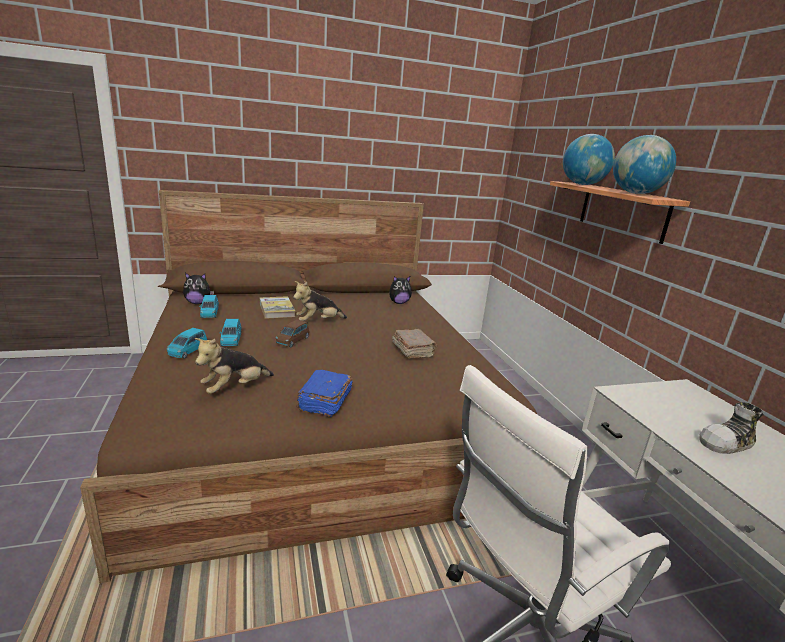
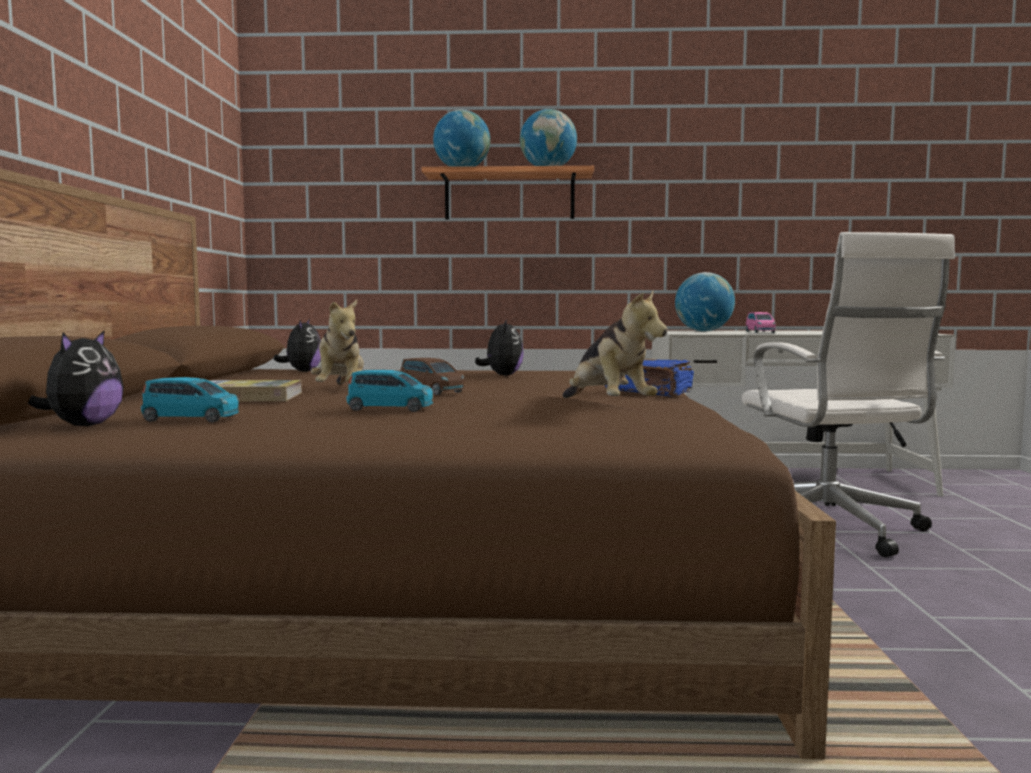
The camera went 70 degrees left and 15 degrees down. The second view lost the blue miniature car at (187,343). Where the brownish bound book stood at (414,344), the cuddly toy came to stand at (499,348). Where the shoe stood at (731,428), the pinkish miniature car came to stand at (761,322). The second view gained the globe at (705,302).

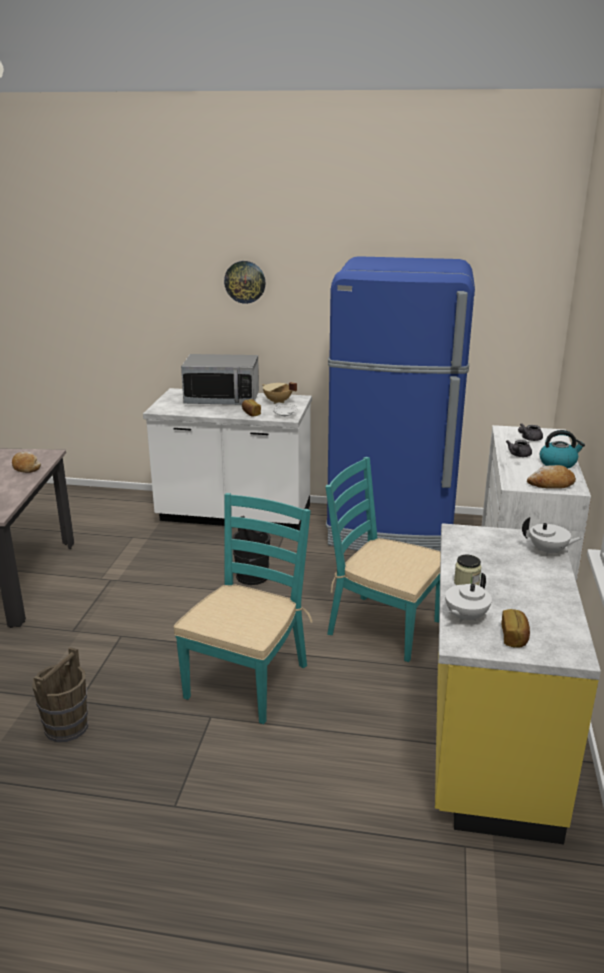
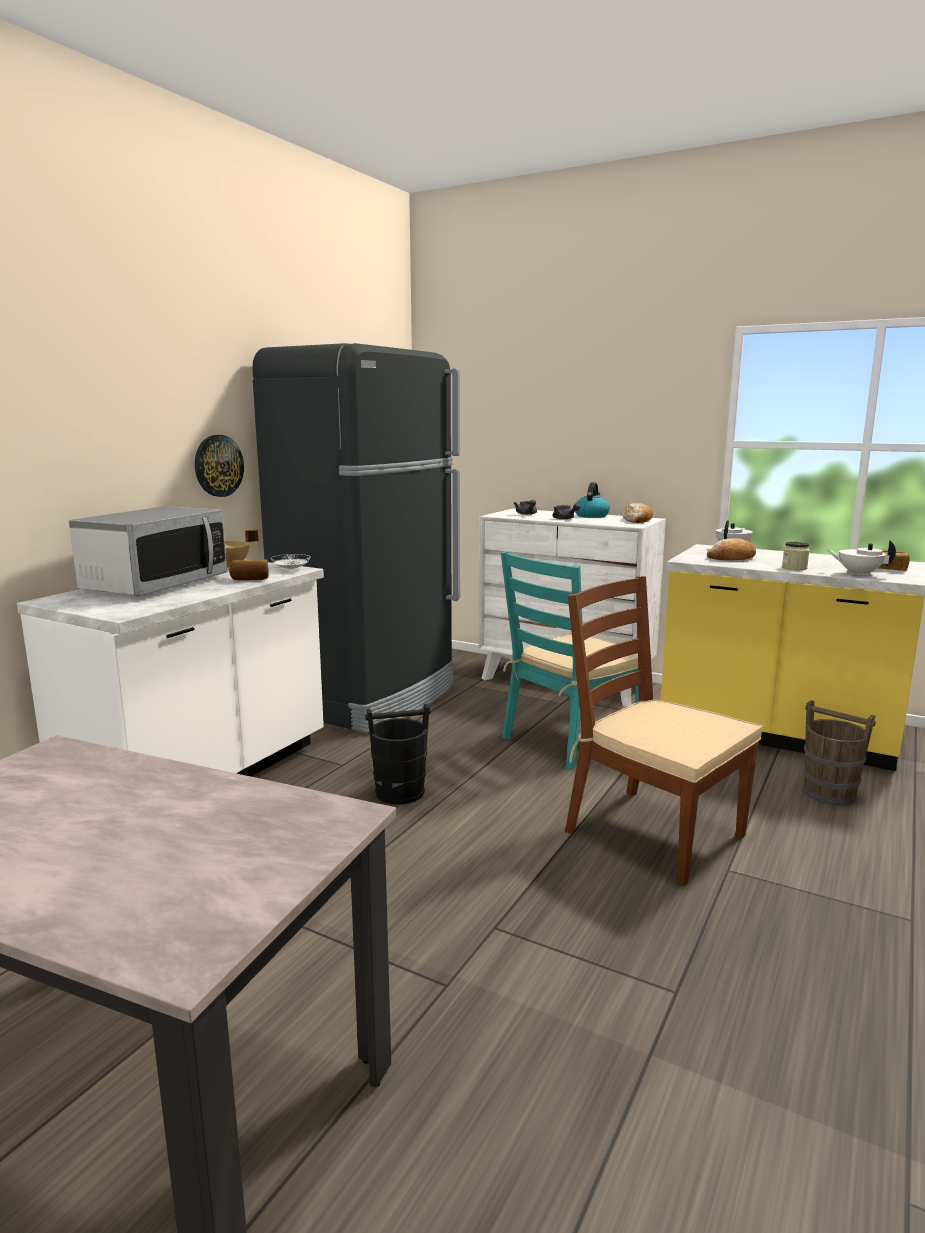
The camera went 70 degrees left and 10 degrees down. The bread ended up elsewhere, having gone from (26,462) to (731,549). The brownish pail ended up elsewhere, having gone from (60,694) to (839,753). What was the turquoise-coloured chair at (243,608) turned into the brownish chair at (664,731). The wall clock ended up elsewhere, having gone from (245,282) to (219,466). What was the blue refrigerator at (400,403) turned into the black refrigerator at (356,538). The white teapot at (468,597) ended up facing another way, 150 degrees clockwise from before.

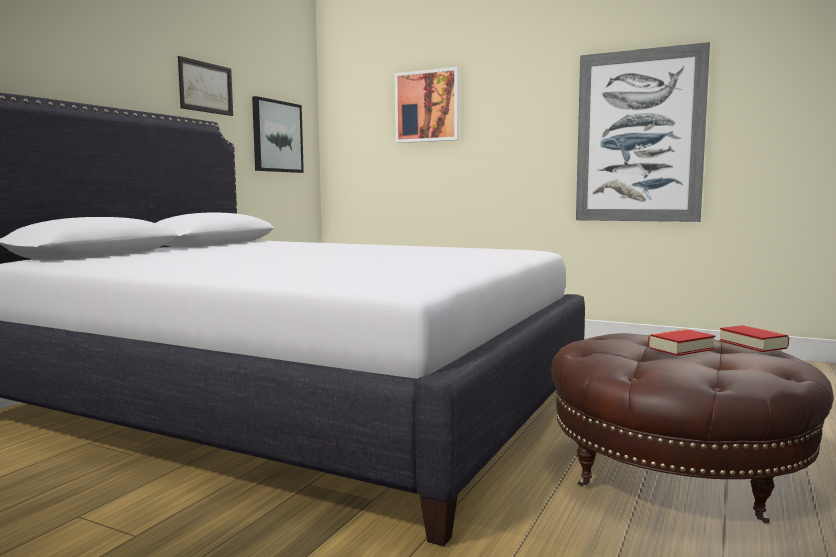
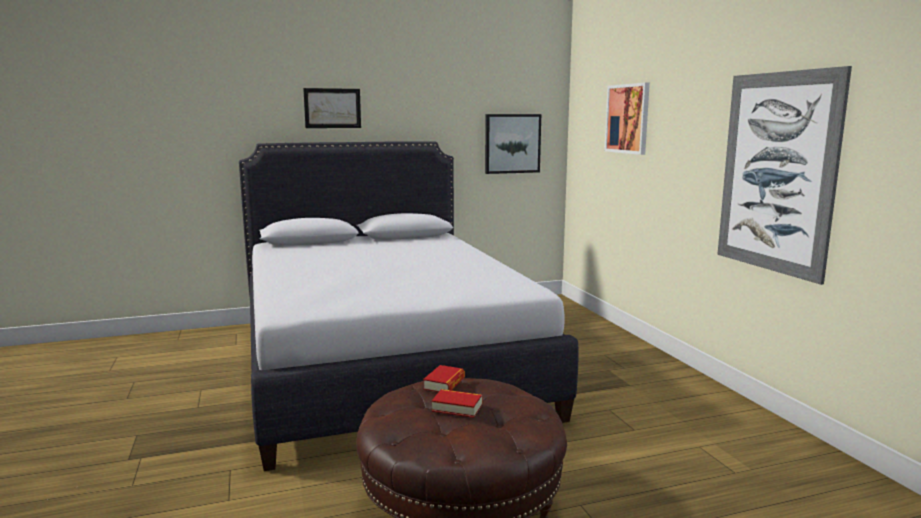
The camera went 45 degrees right and 5 degrees up. The wall art ended up elsewhere, having gone from (205,86) to (332,108). The bound book ended up elsewhere, having gone from (754,338) to (444,378).

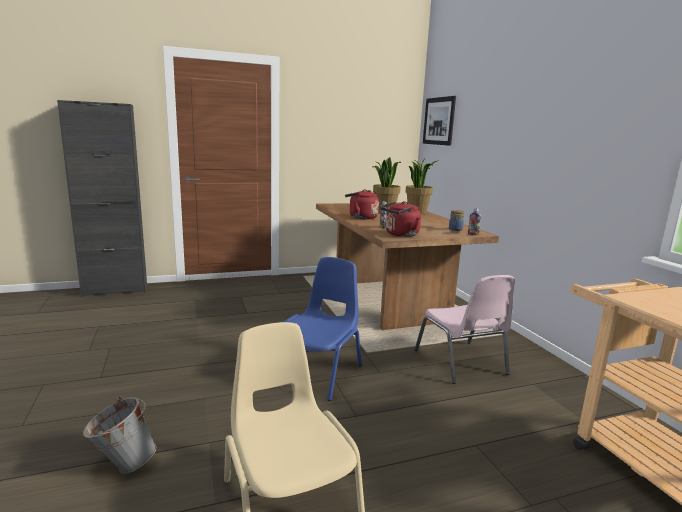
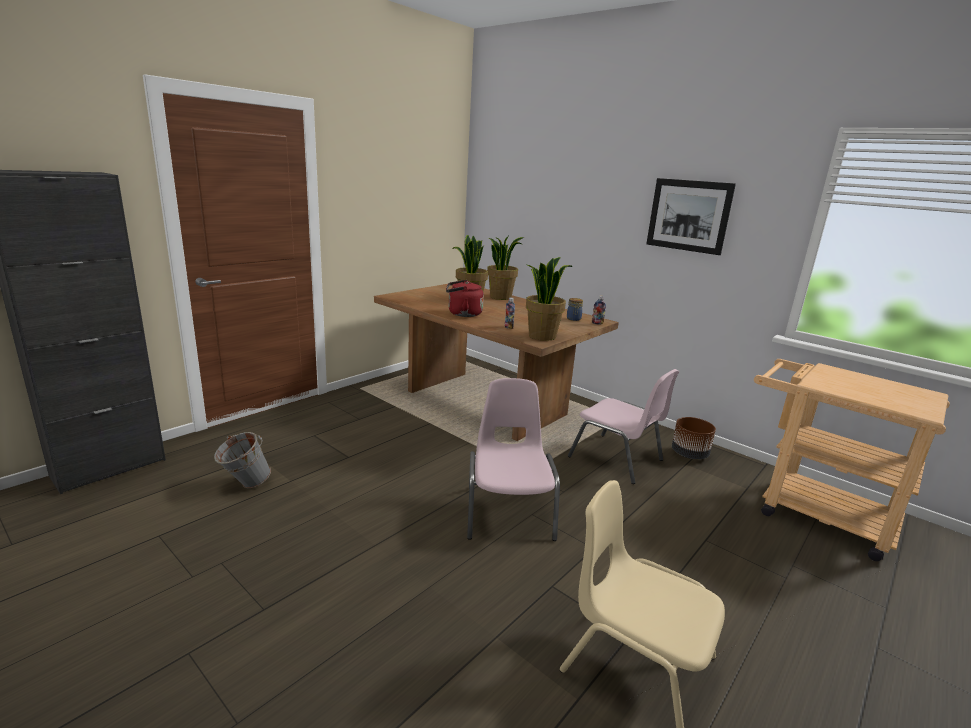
The camera went 30 degrees left and 5 degrees up. The gray pail ended up elsewhere, having gone from (119,435) to (242,460). What was the blue chair at (322,329) turned into the pinkish chair at (513,459). Where the red-coloured tea kettle stood at (400,219), the houseplant came to stand at (549,299). The wall art ended up elsewhere, having gone from (439,121) to (691,216). The second view gained the brownish plant pot at (694,438).

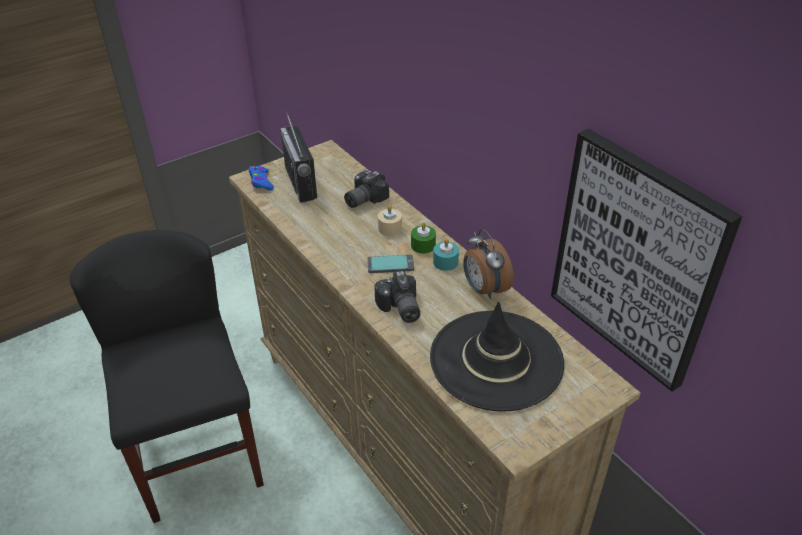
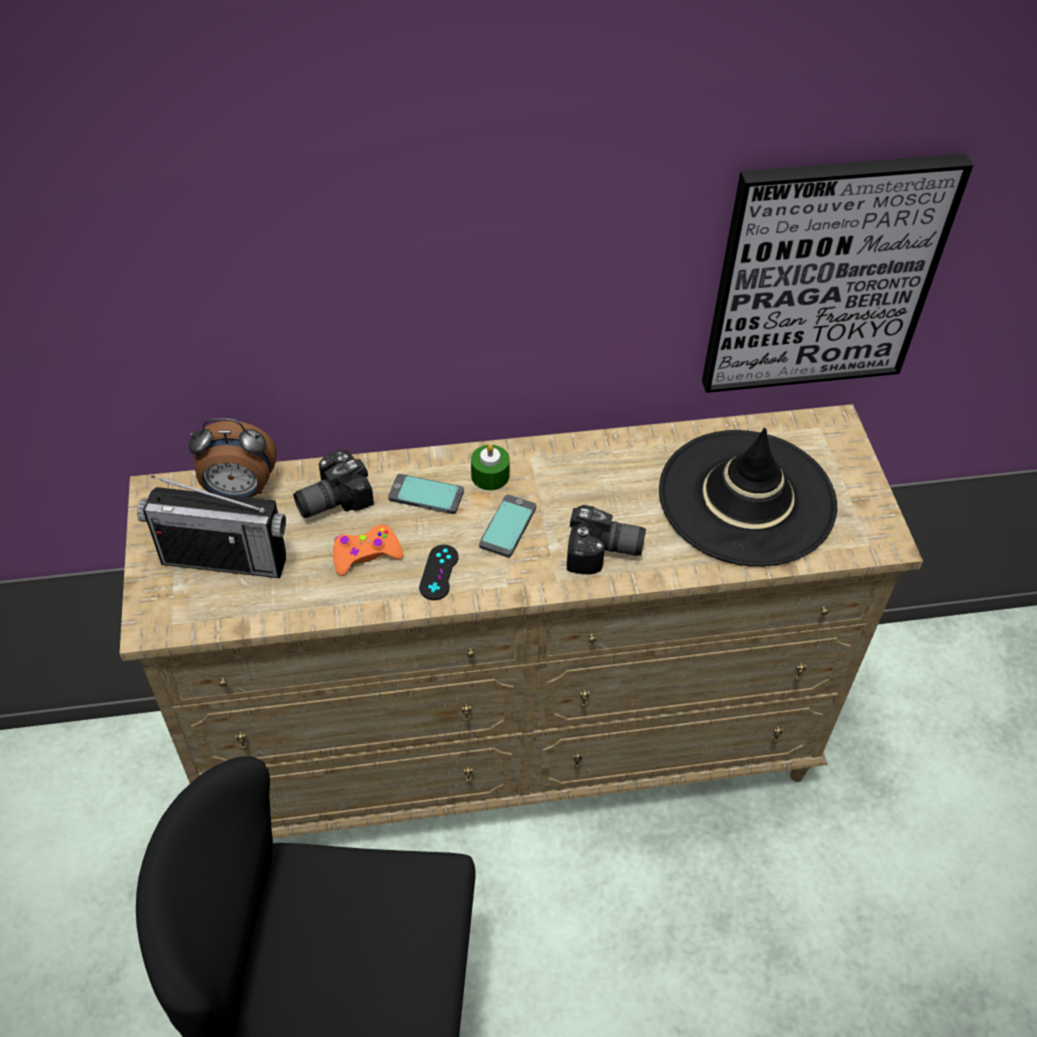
The camera went 65 degrees left and 10 degrees up. The second view lost the blue joypad at (261,178). The still camera at (366,189) ended up facing another way, 75 degrees clockwise from before. Where the sand-coloured candle stood at (390,220), the telephone came to stand at (426,494). The second view lost the turquoise-coloured candle at (446,255). The alarm clock ended up elsewhere, having gone from (488,264) to (232,458). The second view gained the orangey joypad at (368,550). The second view gained the black joypad at (439,572).

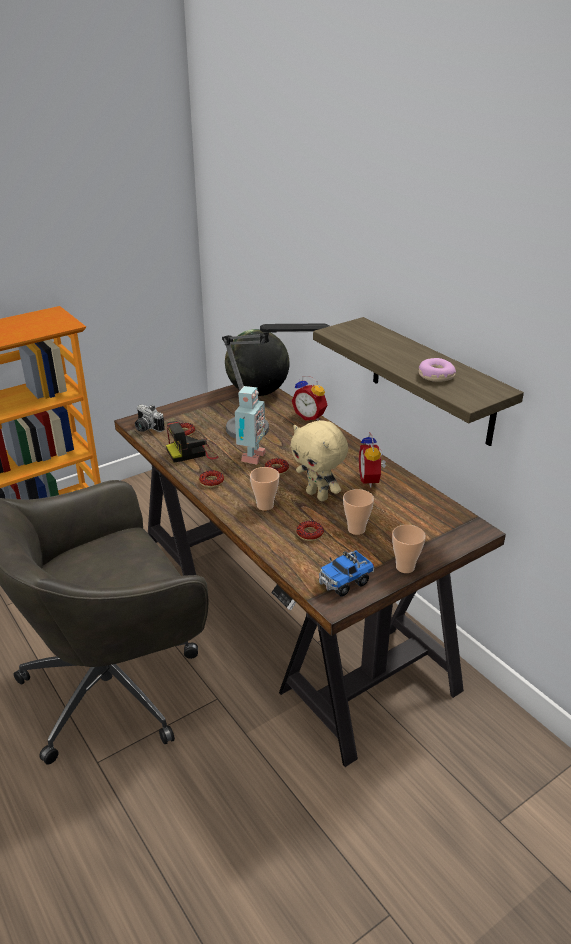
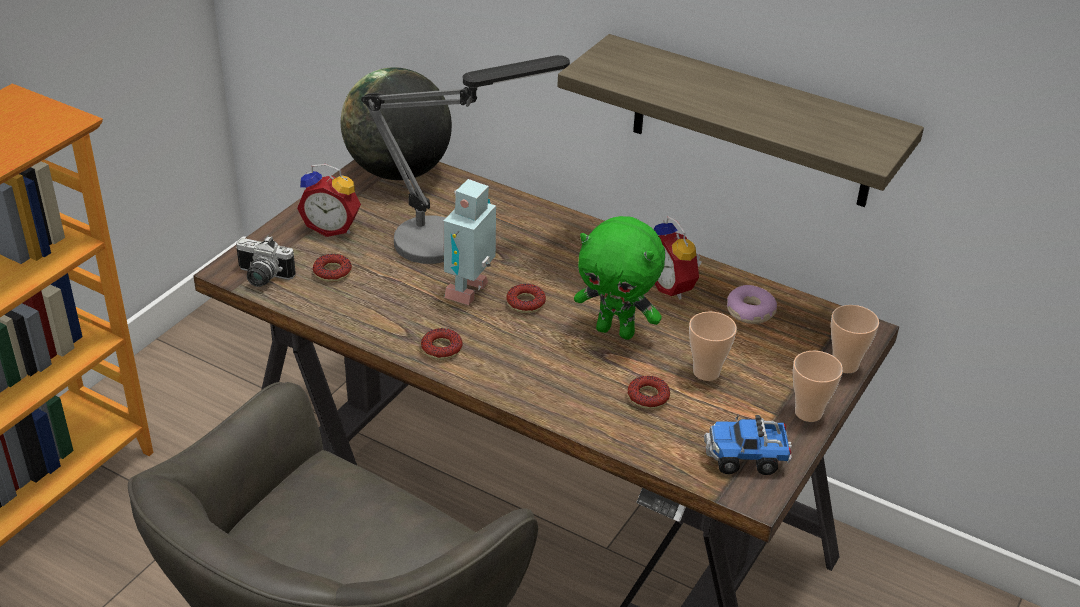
The camera went 25 degrees left and 5 degrees up. The second view lost the still camera at (192,442). The toy robot at (250,425) ended up facing another way, 150 degrees counterclockwise from before. The small cup ended up elsewhere, having gone from (264,489) to (855,339). What was the sand-coloured cuddly toy at (319,460) turned into the greenish cuddly toy at (619,278). The alarm clock ended up elsewhere, having gone from (309,398) to (329,200). The toy truck at (346,573) ended up facing another way, 60 degrees clockwise from before. The ring doughnut ended up elsewhere, having gone from (437,370) to (752,304).

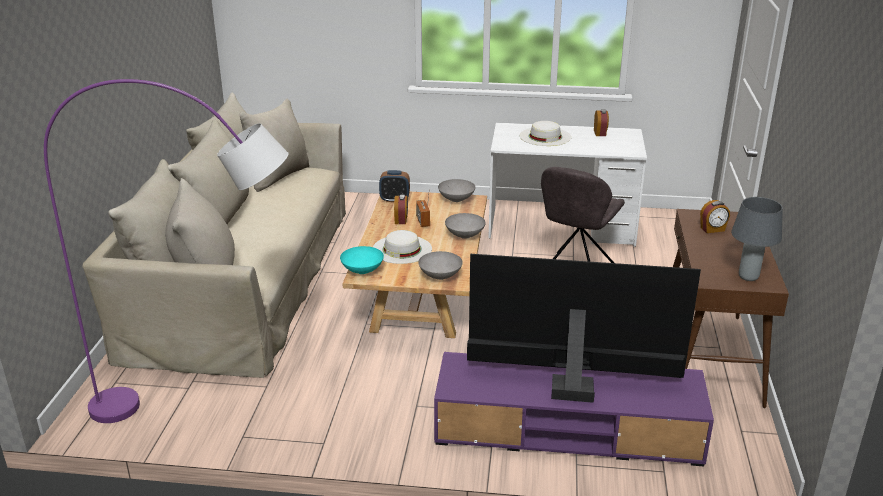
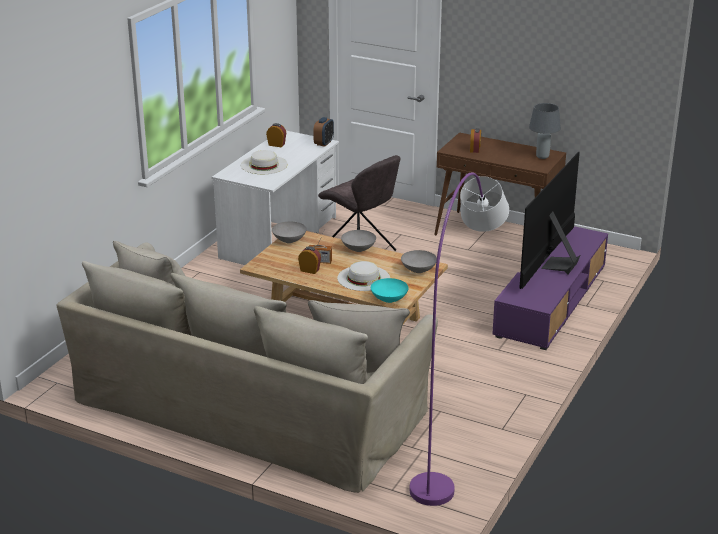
The camera went 70 degrees left and 0 degrees up. The alarm clock ended up elsewhere, having gone from (394,186) to (323,132).

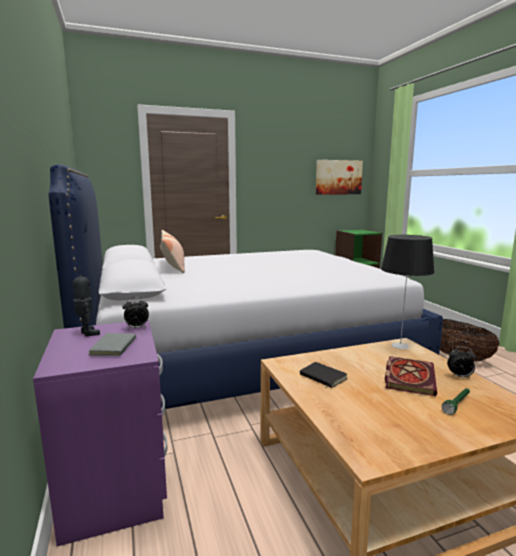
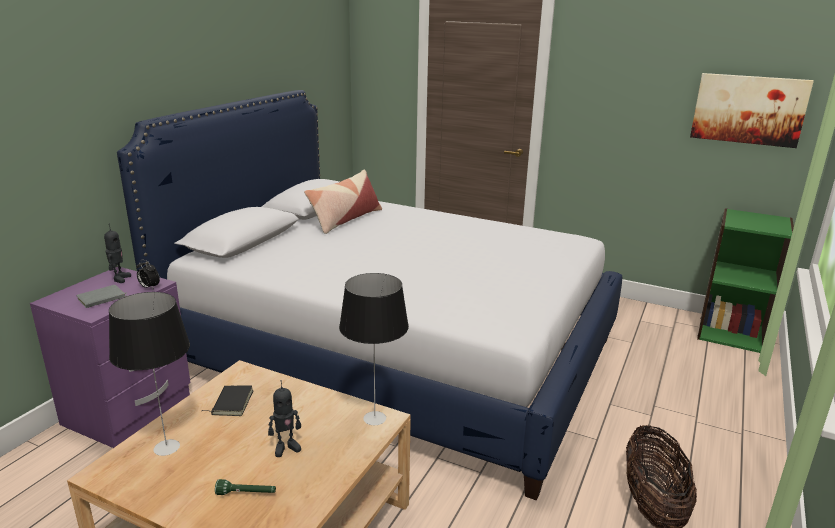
The camera went 45 degrees right and 10 degrees up. Where the bound book stood at (411,376), the toy robot came to stand at (284,418). The second view lost the alarm clock at (461,362). The second view gained the lamp for a table at (149,374).

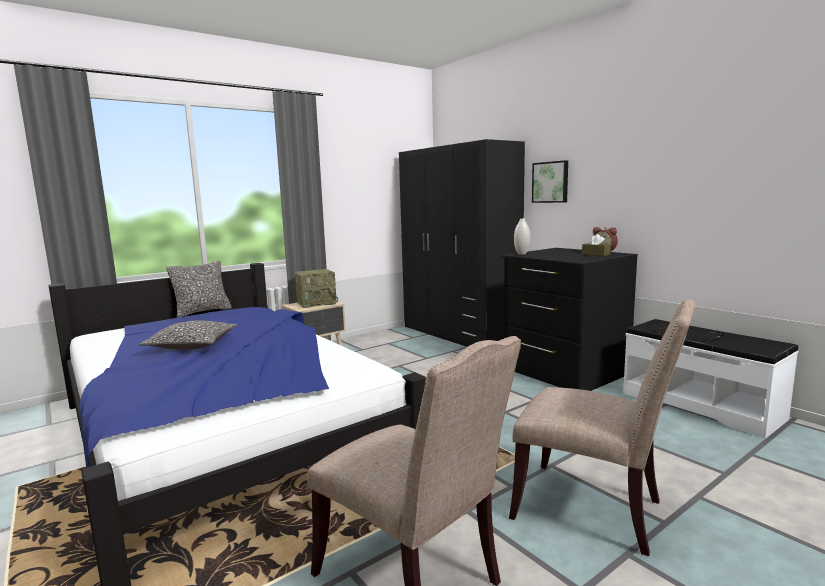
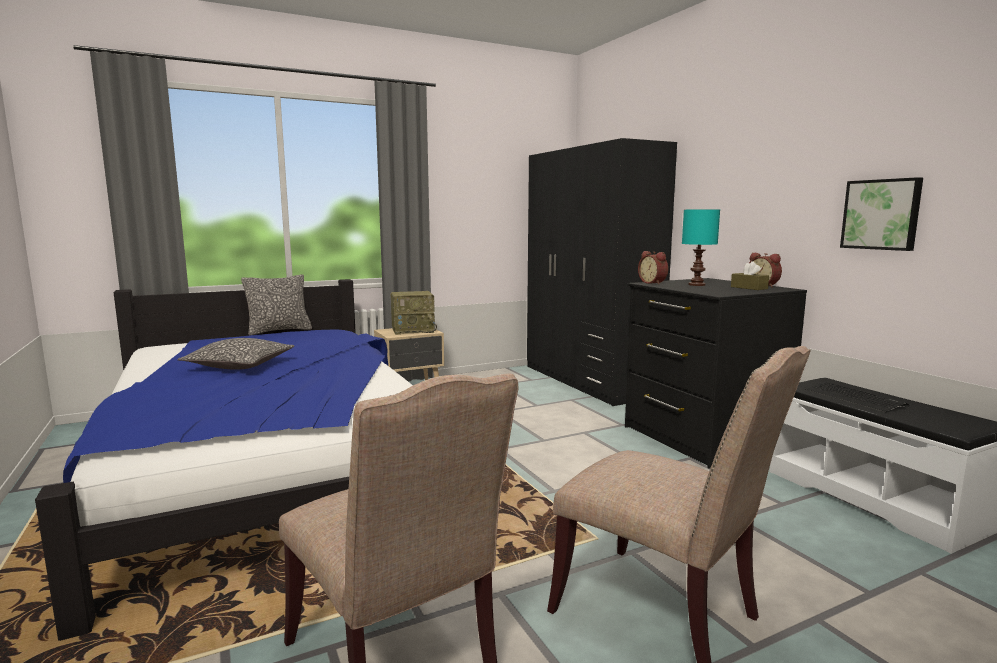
The camera went 10 degrees right and 0 degrees up. Where the white flower vase stood at (522,237), the alarm clock came to stand at (653,267). The wall art ended up elsewhere, having gone from (550,181) to (881,214). The second view gained the turquoise-coloured lamp for a table at (701,247).

